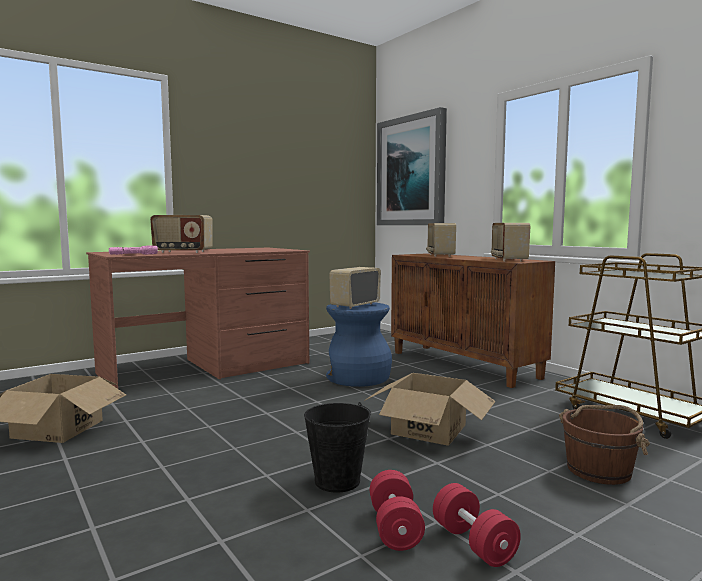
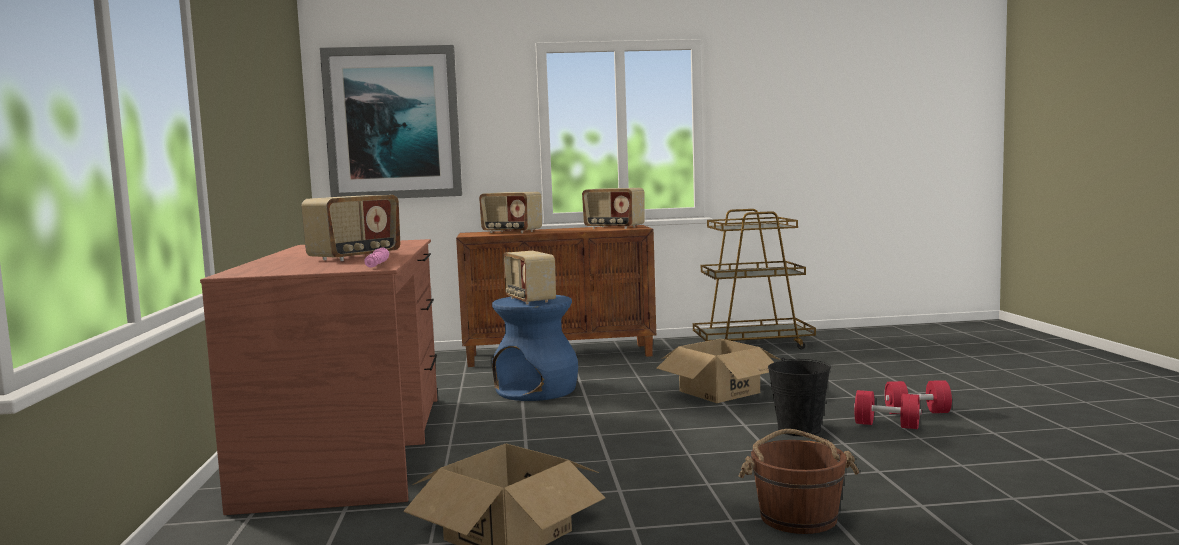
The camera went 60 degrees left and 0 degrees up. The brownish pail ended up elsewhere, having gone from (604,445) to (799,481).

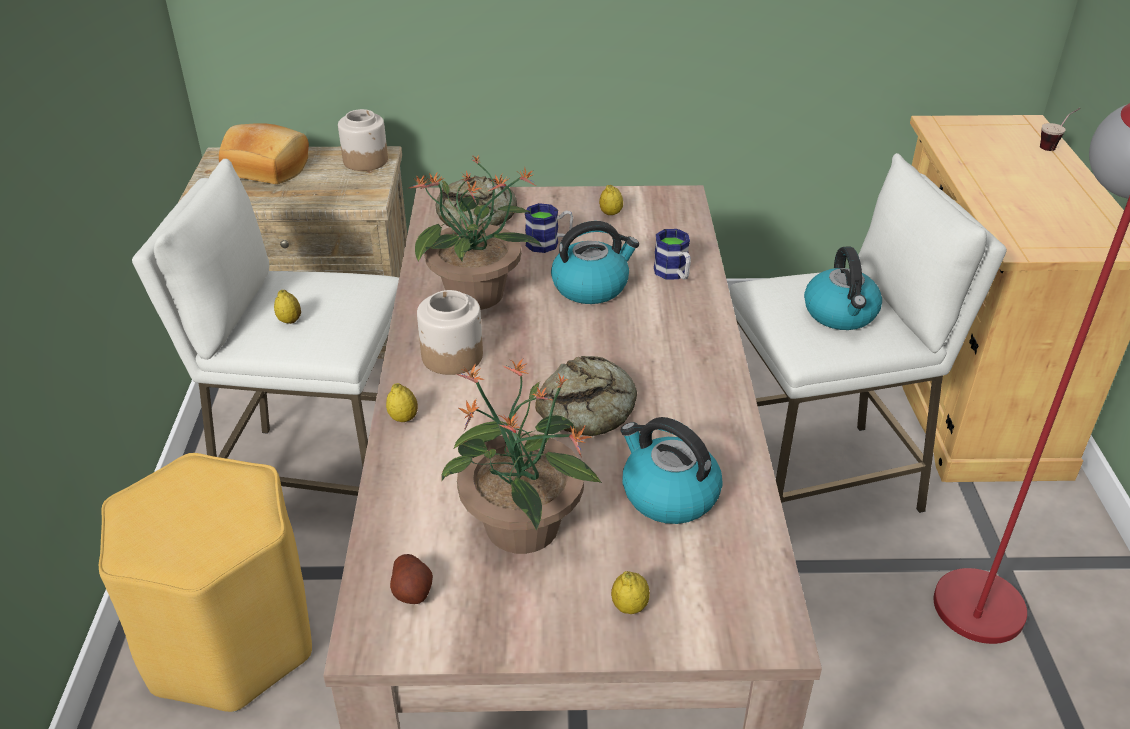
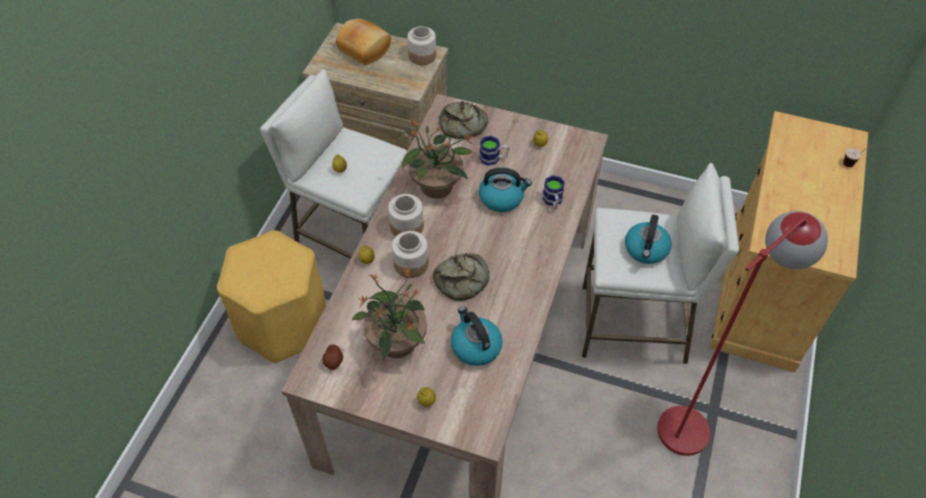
The camera went 20 degrees right and 15 degrees up. The second view gained the jar at (410,254).

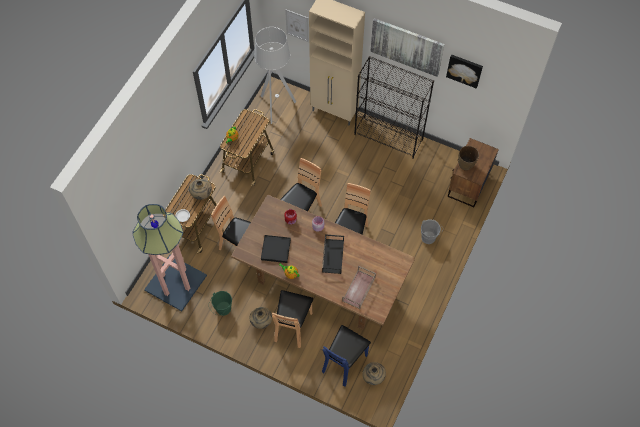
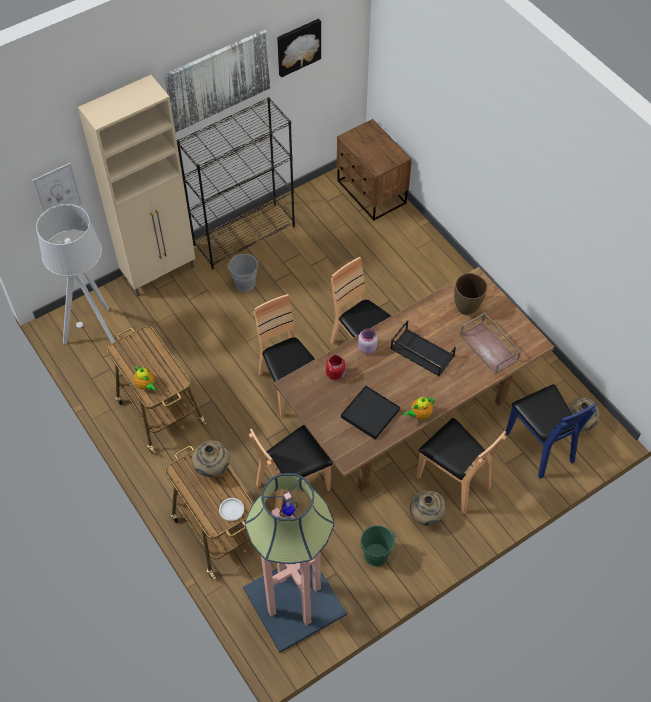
The camera went 60 degrees left and 5 degrees down. The gray pail ended up elsewhere, having gone from (432,231) to (243,273). The brownish flower vase ended up elsewhere, having gone from (468,158) to (471,294).

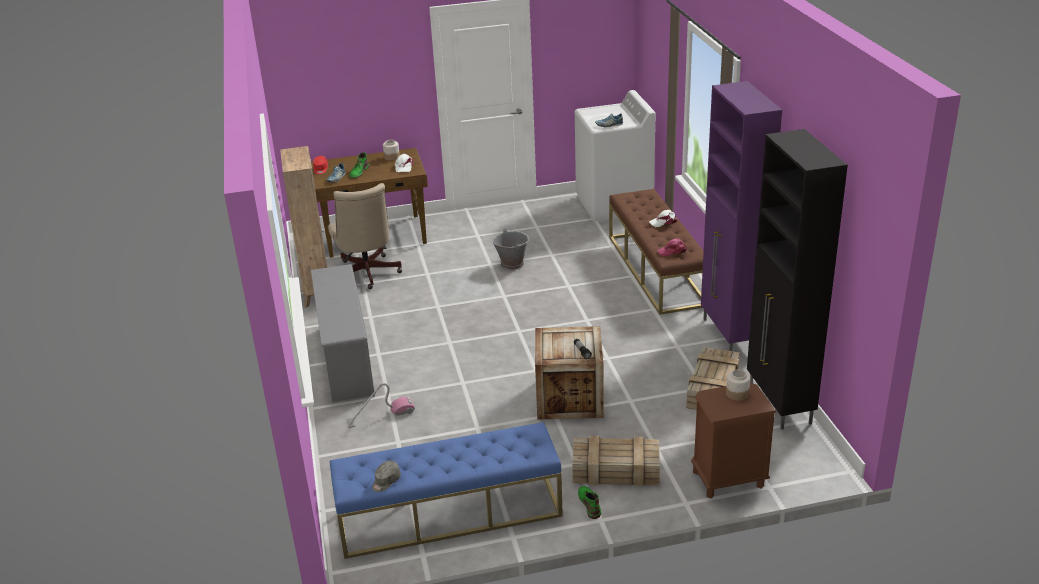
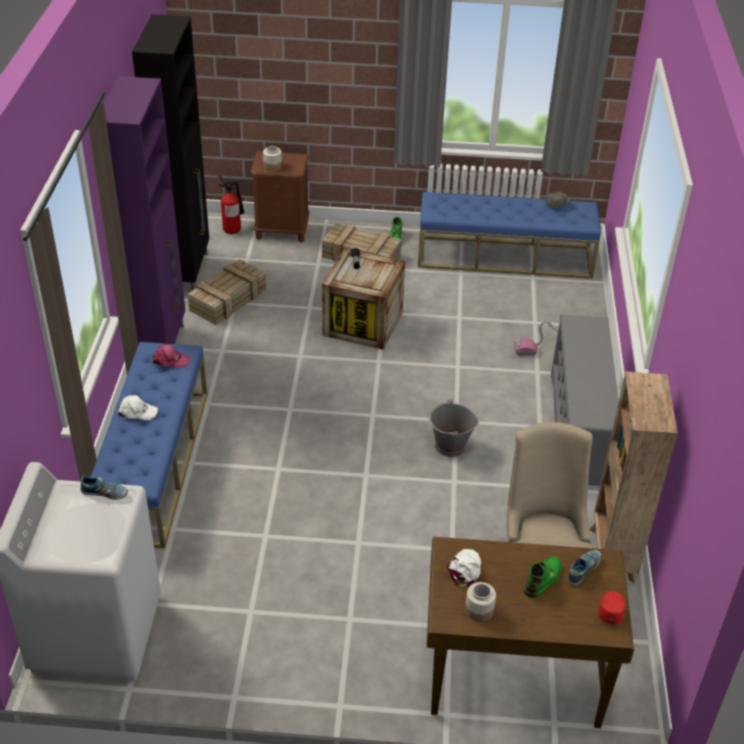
The camera went 165 degrees left and 10 degrees up. The gray pail ended up elsewhere, having gone from (510,249) to (454,428). What was the brownish bench at (656,252) turned into the blue bench at (149,445). The second view gained the fire extinguisher at (231,204).

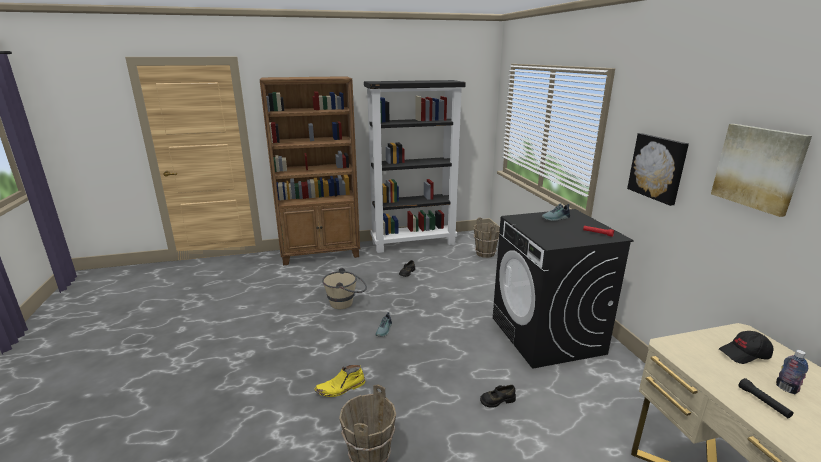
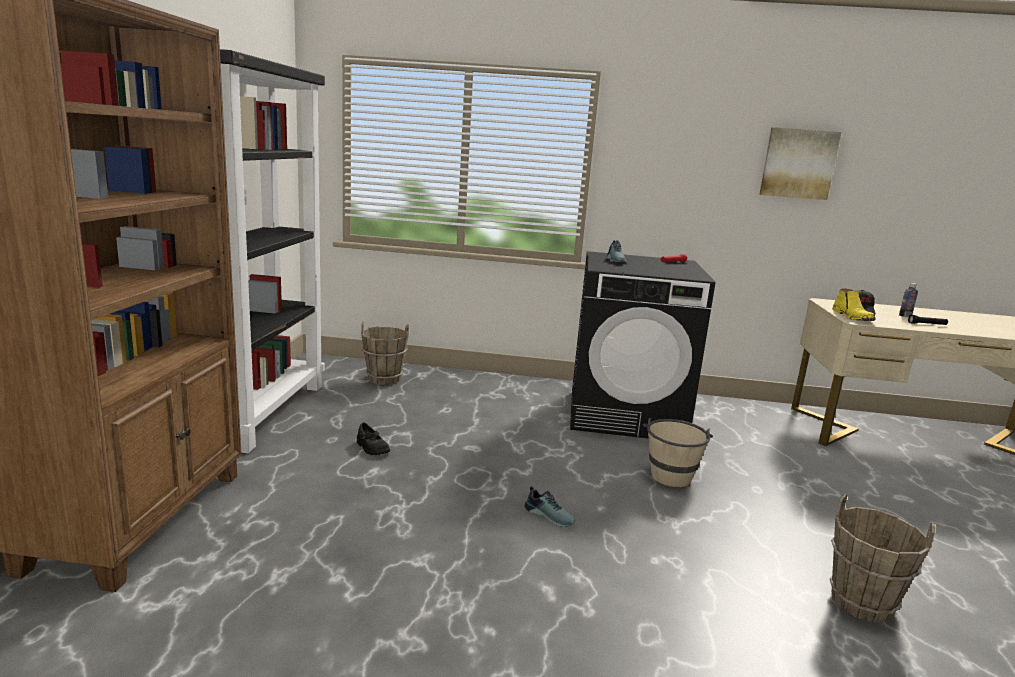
The camera went 70 degrees left and 5 degrees down. The yellow-coloured boot ended up elsewhere, having gone from (339,381) to (853,304). The sand-coloured pail ended up elsewhere, having gone from (344,288) to (678,452). The second view lost the black shoe at (498,396). The second view lost the wall art at (658,169).

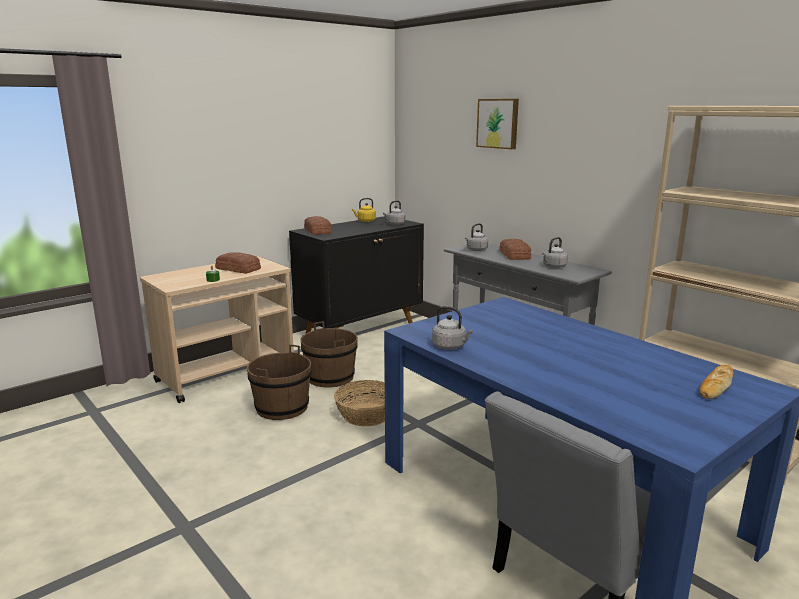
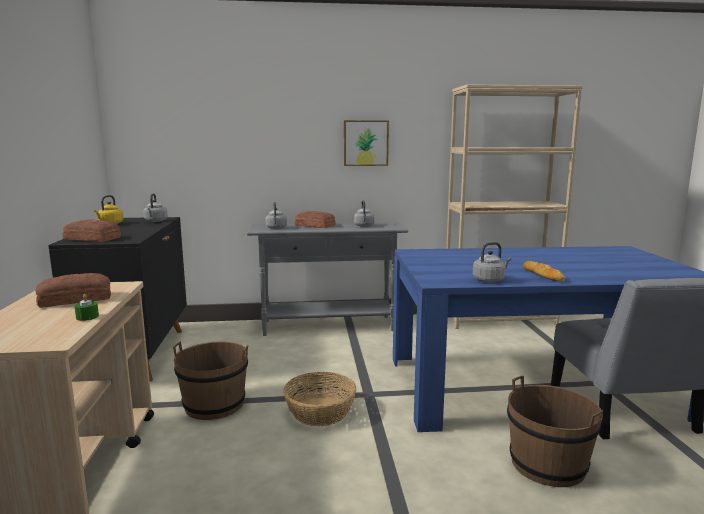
The camera went 55 degrees left and 5 degrees down. The brownish pail ended up elsewhere, having gone from (279,382) to (555,431). The wall art ended up elsewhere, having gone from (497,124) to (366,143). The bread ended up elsewhere, having gone from (716,382) to (544,271).

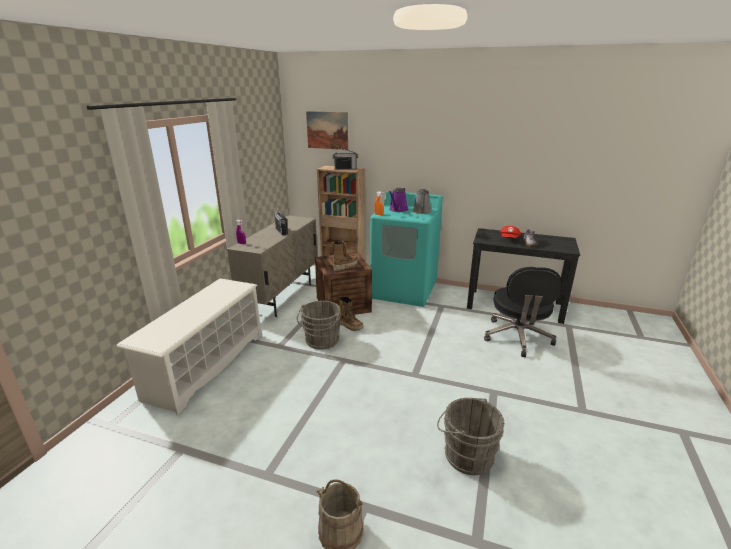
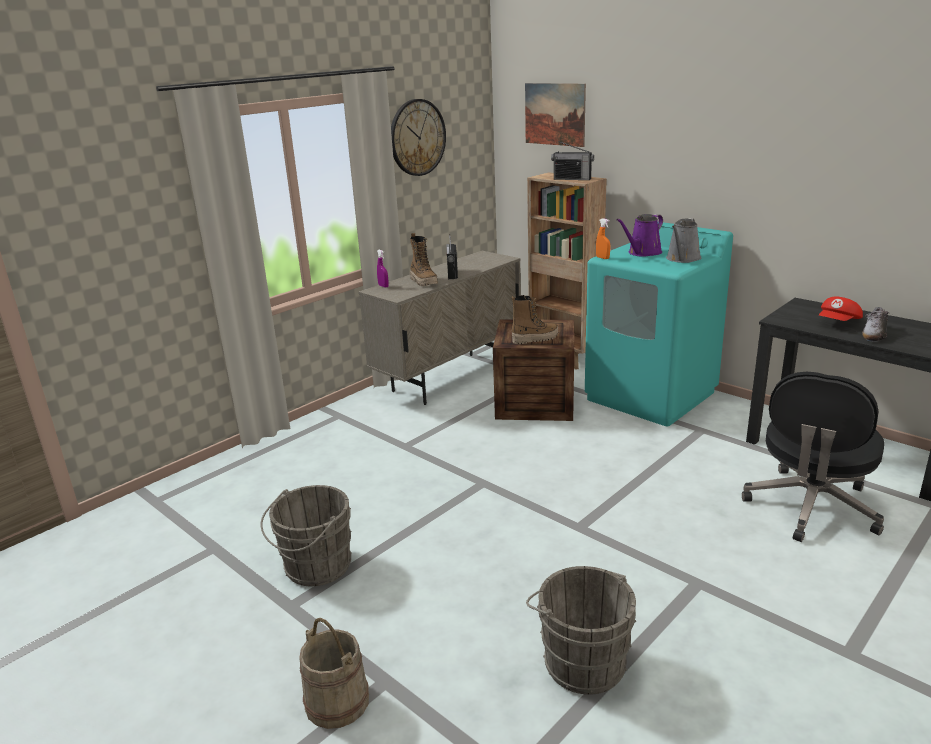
The camera went 25 degrees right and 0 degrees up. The second view lost the white shoe rack at (188,346). The gray pail ended up elsewhere, having gone from (319,325) to (306,535). The boot ended up elsewhere, having gone from (351,313) to (424,259). The second view gained the wall clock at (418,137).

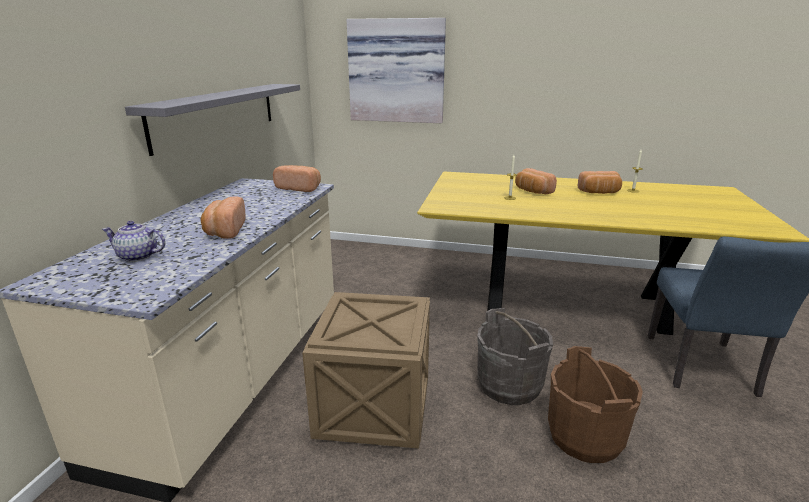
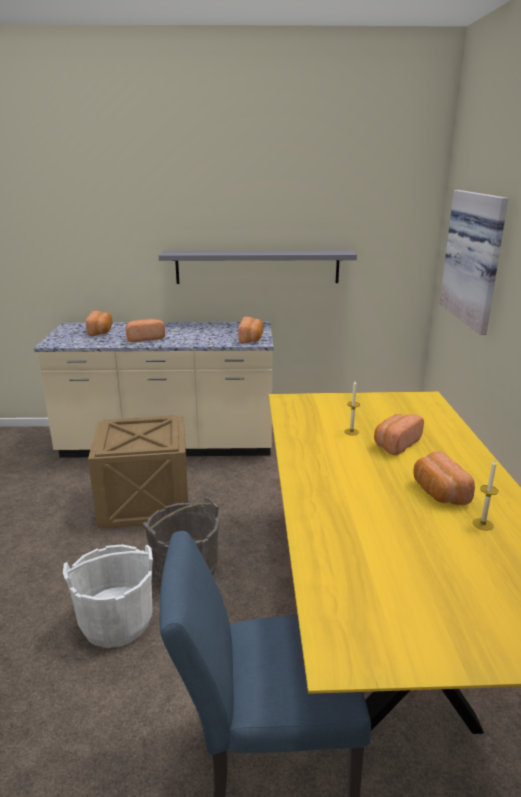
The camera went 75 degrees right and 0 degrees up. Where the teapot stood at (134,241), the bread came to stand at (99,323). What was the brownish pail at (595,404) turned into the white pail at (108,596).

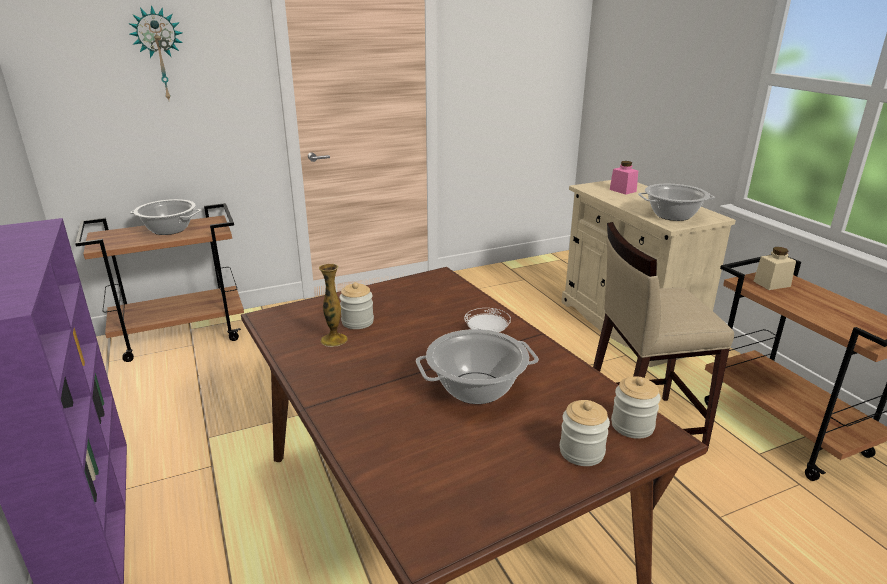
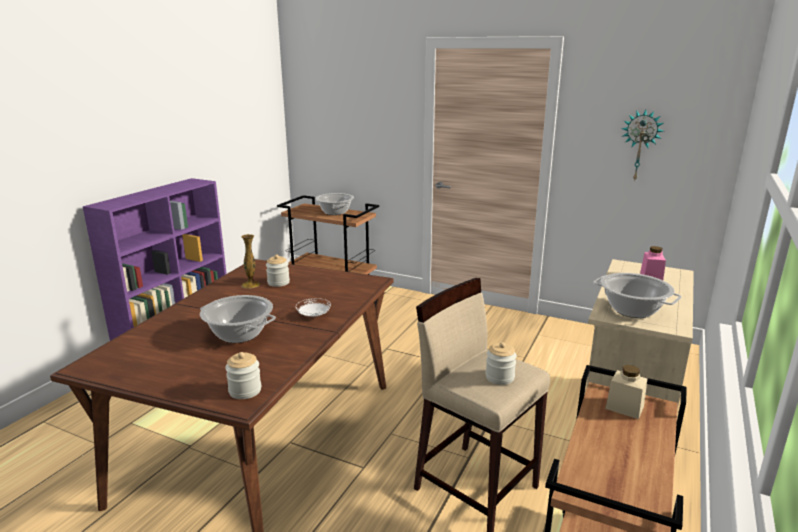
The camera went 50 degrees right and 5 degrees down. The wall clock ended up elsewhere, having gone from (155,52) to (642,144). The jar ended up elsewhere, having gone from (585,433) to (501,363).

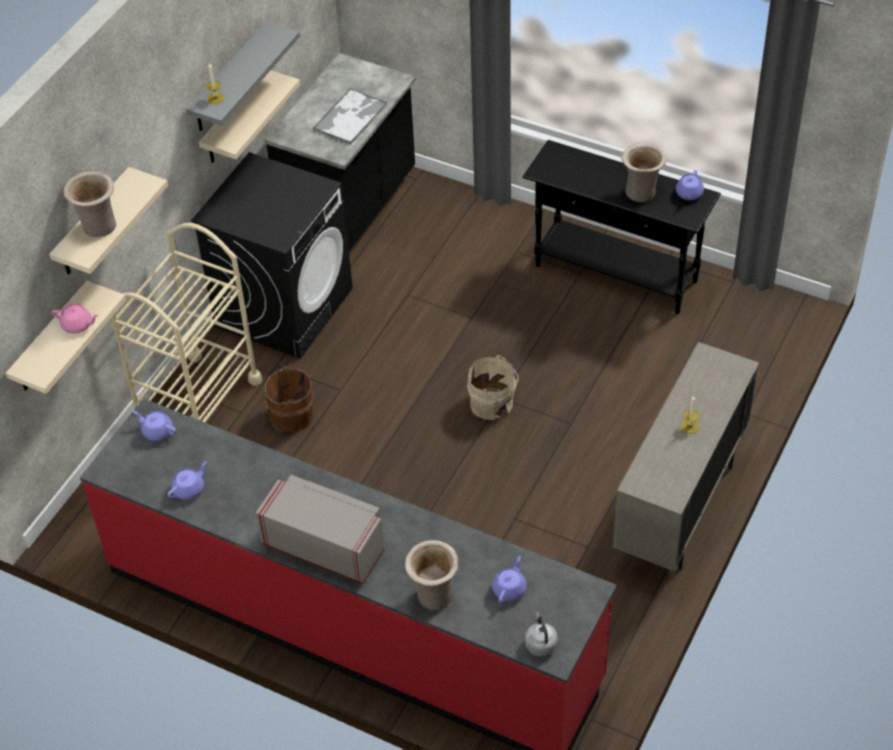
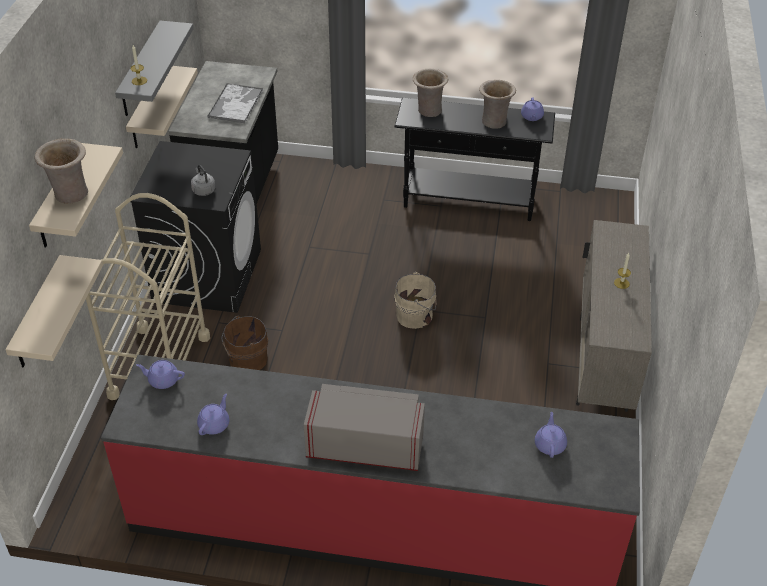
The camera went 20 degrees left and 5 degrees down. The second view lost the pinkish teapot at (75,318). The sand-coloured flower vase ended up elsewhere, having gone from (431,575) to (430,93). The gray tea kettle ended up elsewhere, having gone from (541,634) to (203,180).

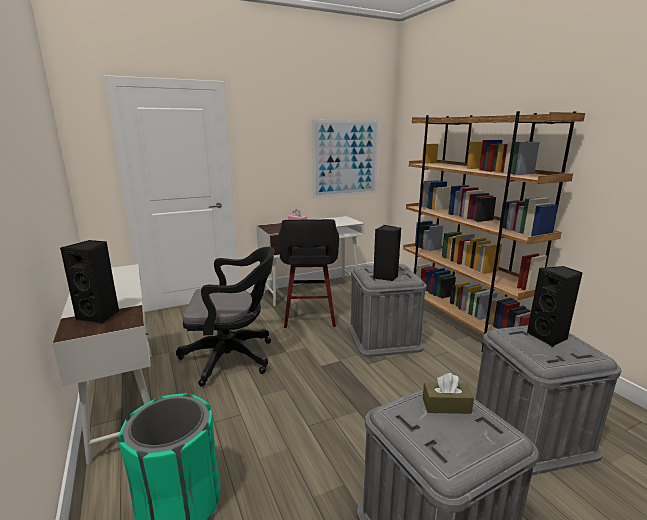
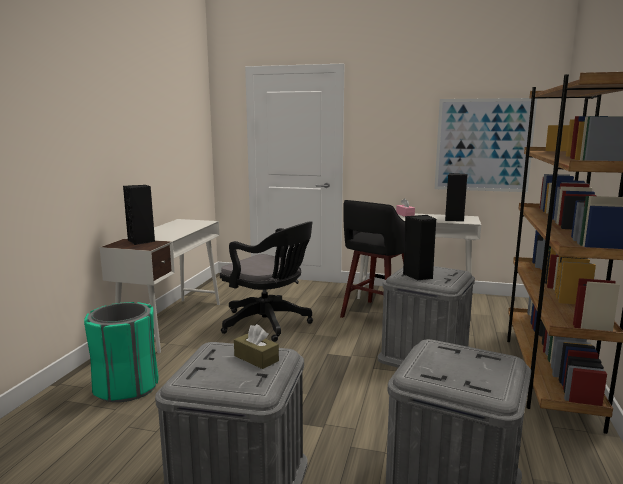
The camera went 40 degrees right and 5 degrees down. The black loudspeaker ended up elsewhere, having gone from (555,306) to (456,197).

